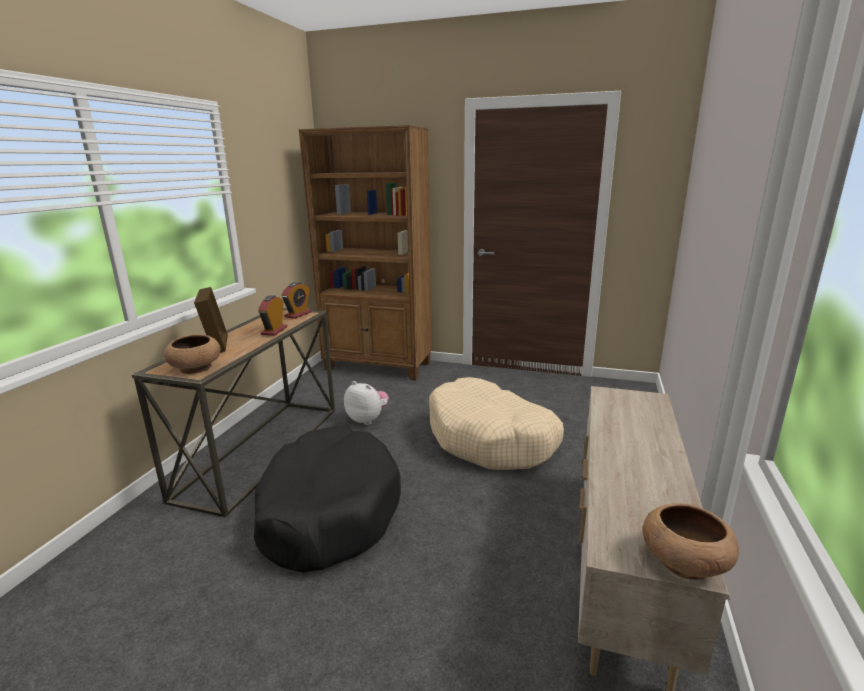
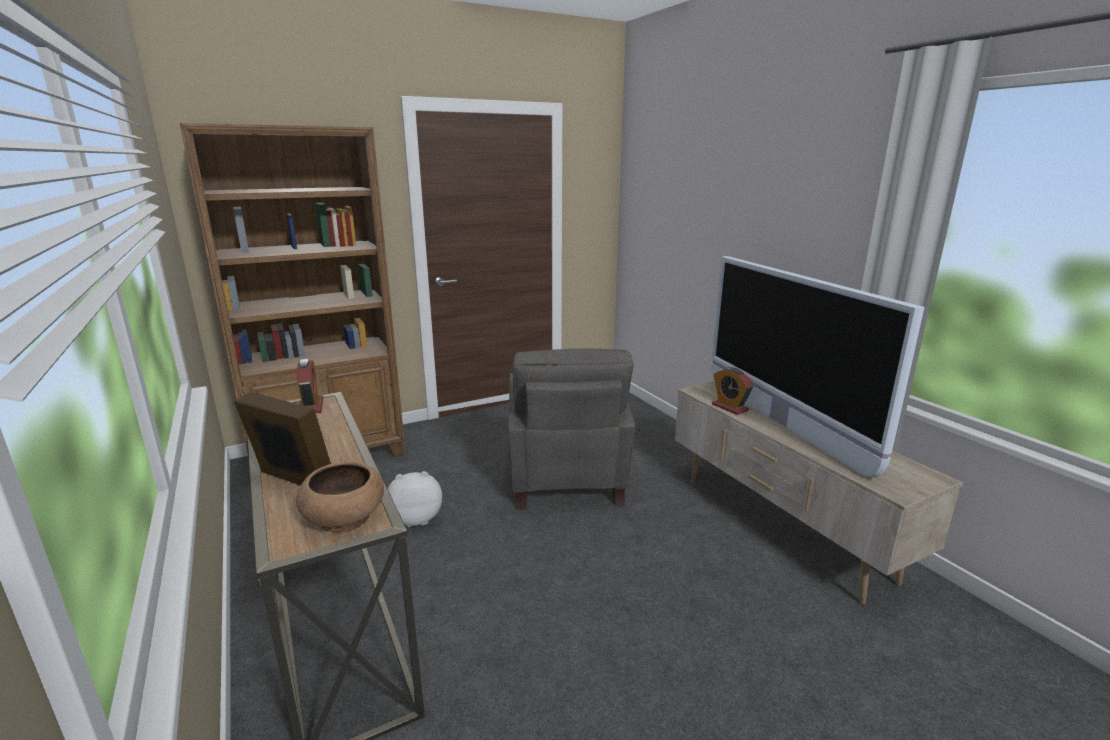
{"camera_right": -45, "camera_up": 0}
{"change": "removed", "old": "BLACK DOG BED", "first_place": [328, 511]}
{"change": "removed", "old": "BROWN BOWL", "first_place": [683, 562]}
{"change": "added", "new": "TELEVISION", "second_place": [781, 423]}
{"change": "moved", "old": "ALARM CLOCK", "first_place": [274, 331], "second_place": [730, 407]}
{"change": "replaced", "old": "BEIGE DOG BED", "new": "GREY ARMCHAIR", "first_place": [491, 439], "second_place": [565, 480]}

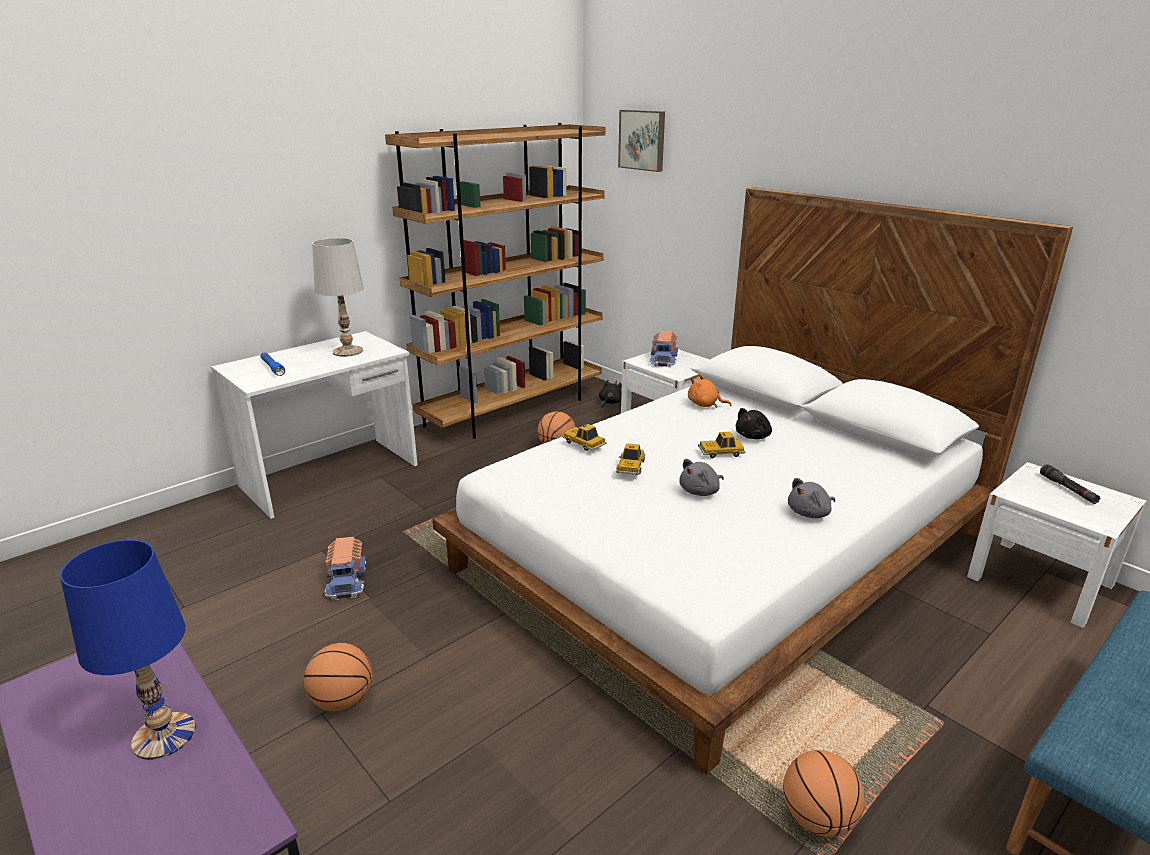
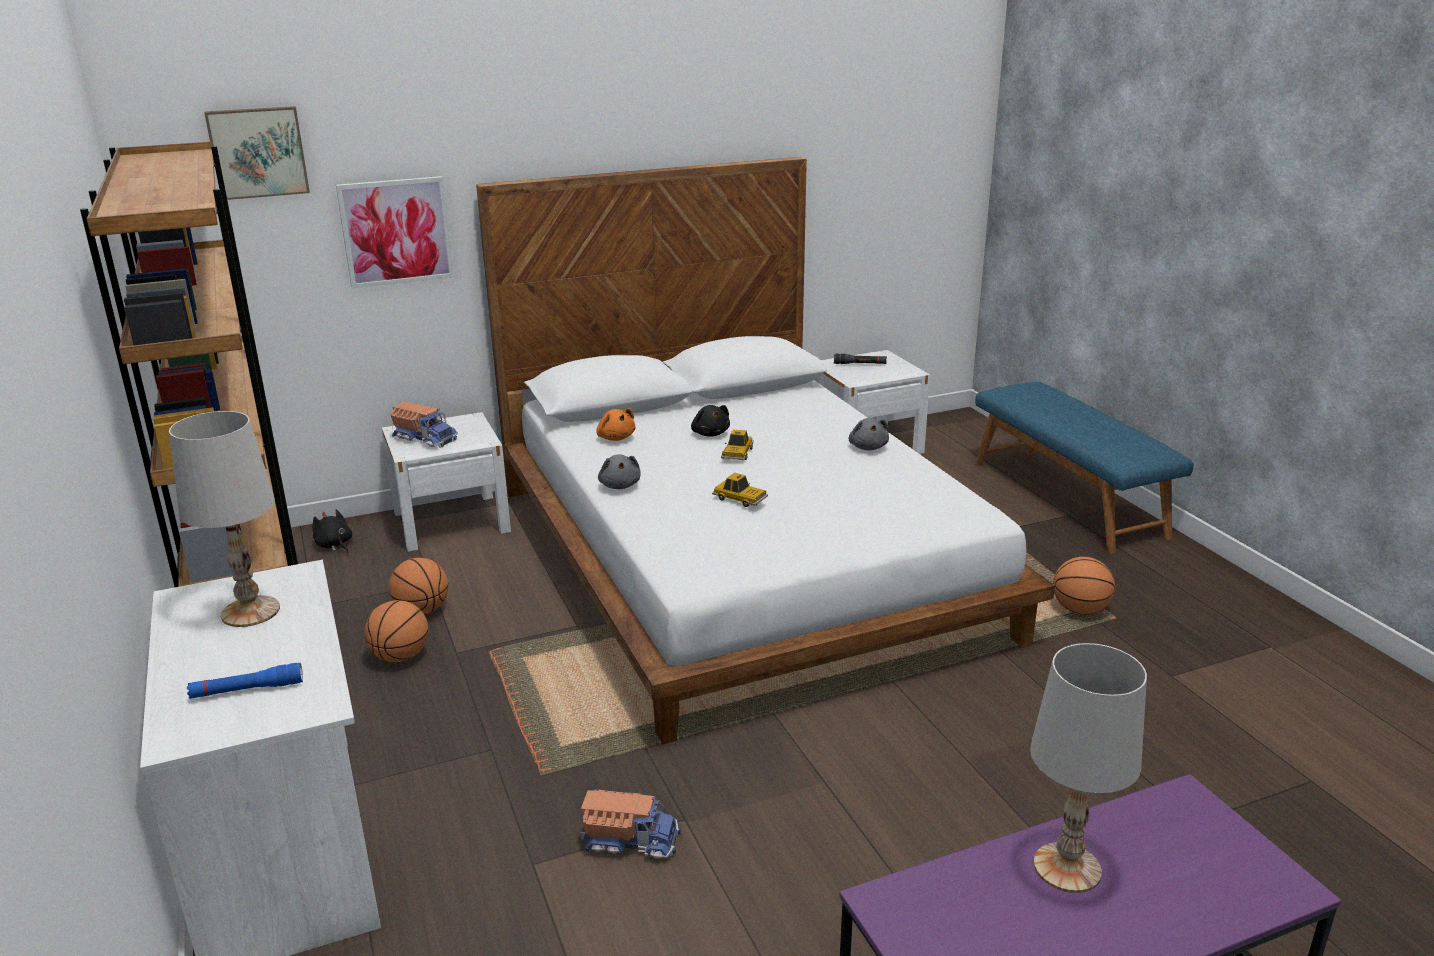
{"camera_right": -70, "camera_up": 0}
{"change": "removed", "old": "TOY CAR", "first_place": [584, 443]}
{"change": "added", "new": "PICTURE", "second_place": [396, 231]}
{"change": "moved", "old": "BASKETBALL", "first_place": [342, 701], "second_place": [400, 657]}
{"change": "moved", "old": "GREY PLUSH TOY", "first_place": [701, 491], "second_place": [620, 485]}
{"change": "recoloured", "old": "BLUE TABLE LAMP", "new": "WHITE TABLE LAMP", "first_place": [164, 736], "second_place": [1068, 868]}
{"change": "turned", "old": "ORANGE PLUSH TOY", "first_place": [705, 405], "second_place": [615, 437], "degrees": -75}

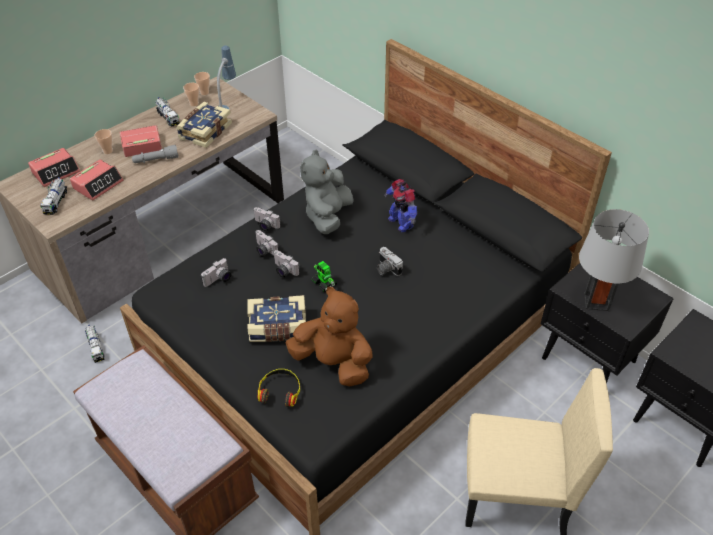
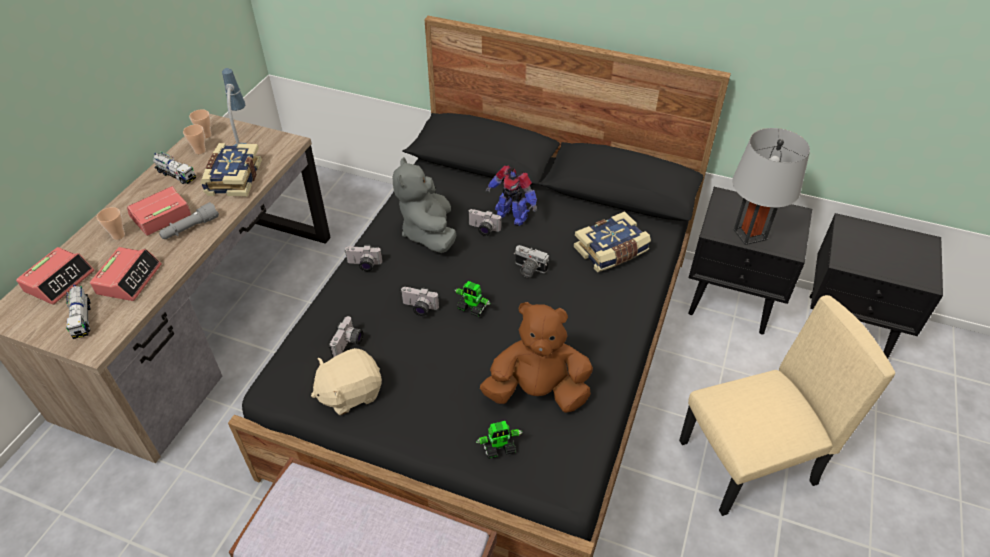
{"camera_right": -25, "camera_up": 0}
{"change": "removed", "old": "TOY TRUCK", "first_place": [96, 348]}
{"change": "added", "new": "BEIGE PLUSH TOY", "second_place": [350, 393]}
{"change": "moved", "old": "BOOK", "first_place": [278, 327], "second_place": [611, 252]}
{"change": "moved", "old": "PHOTO CAMERA", "first_place": [264, 250], "second_place": [483, 229]}
{"change": "replaced", "old": "HEADPHONES", "new": "TOY ROBOT", "first_place": [280, 391], "second_place": [499, 447]}

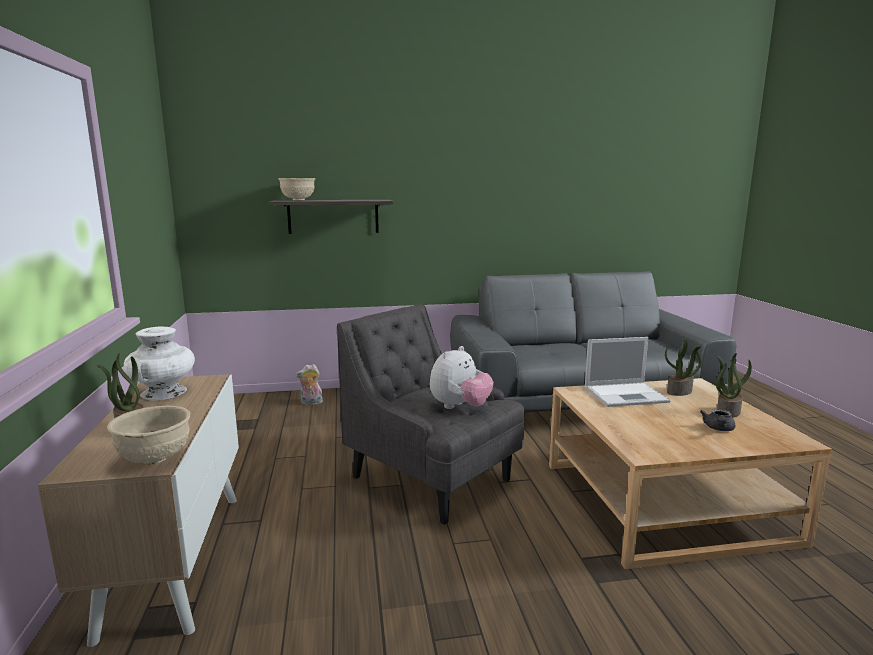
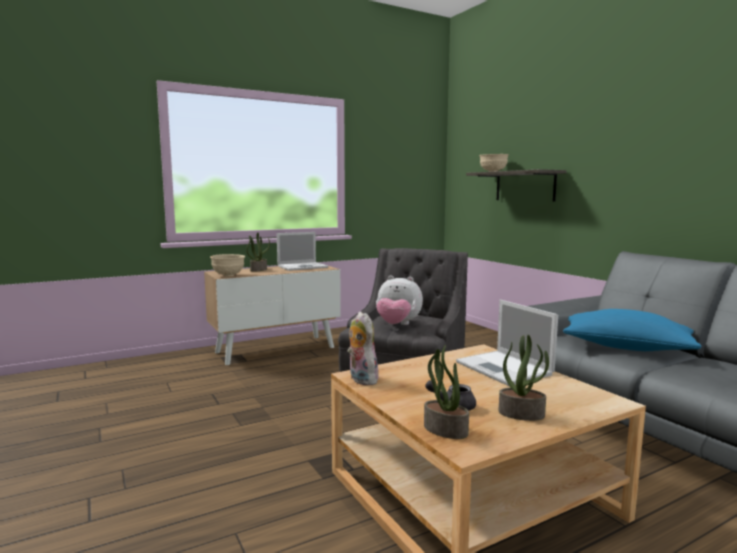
{"camera_right": 70, "camera_up": -5}
{"change": "added", "new": "BLUE PILLOW", "second_place": [626, 348]}
{"change": "moved", "old": "PLUSH TOY", "first_place": [311, 403], "second_place": [360, 379]}
{"change": "moved", "old": "POTTED PLANT", "first_place": [679, 392], "second_place": [444, 430]}
{"change": "replaced", "old": "WHITE VASE", "new": "LAPTOP", "first_place": [164, 392], "second_place": [303, 266]}

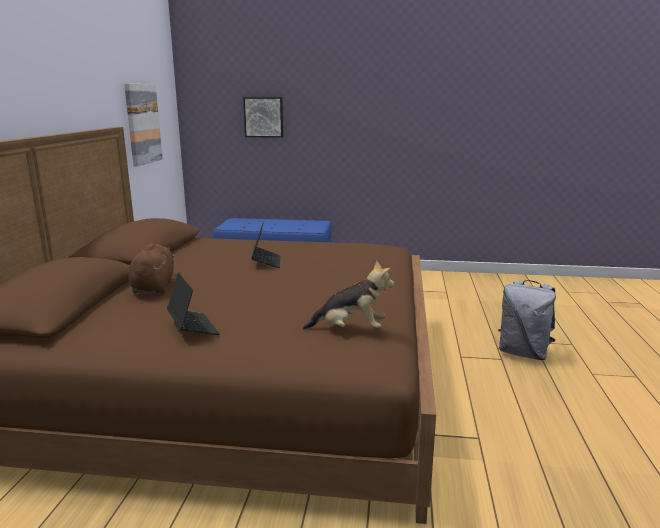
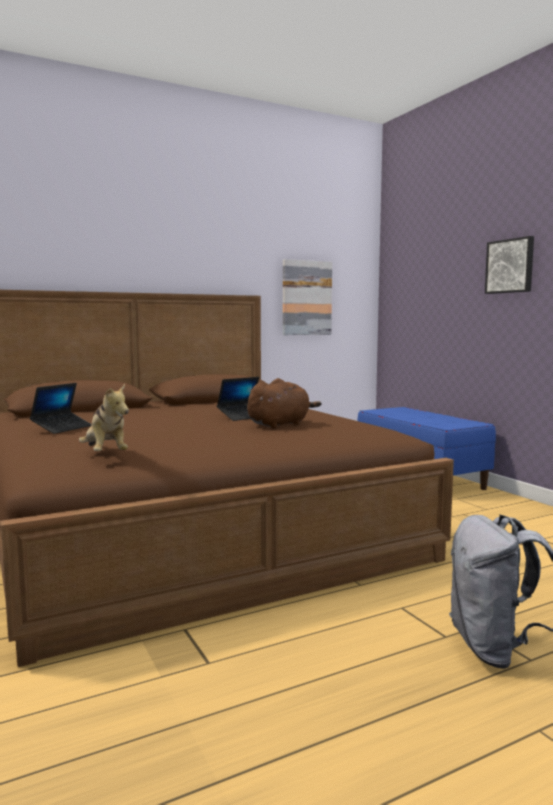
{"camera_right": 55, "camera_up": -10}
{"change": "moved", "old": "BROWN PLUSH TOY", "first_place": [154, 287], "second_place": [280, 424]}
{"change": "moved", "old": "PICTURE", "first_place": [264, 117], "second_place": [510, 266]}

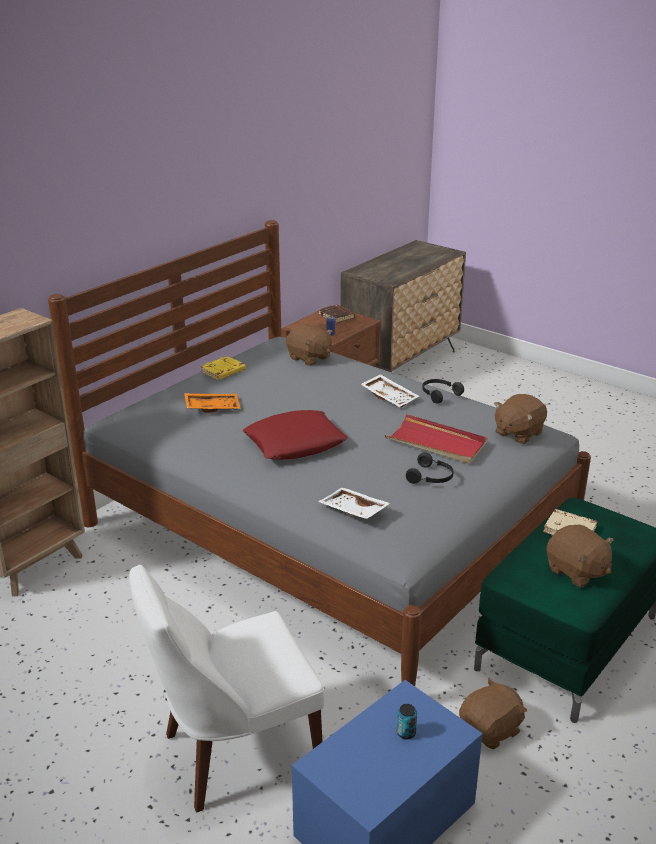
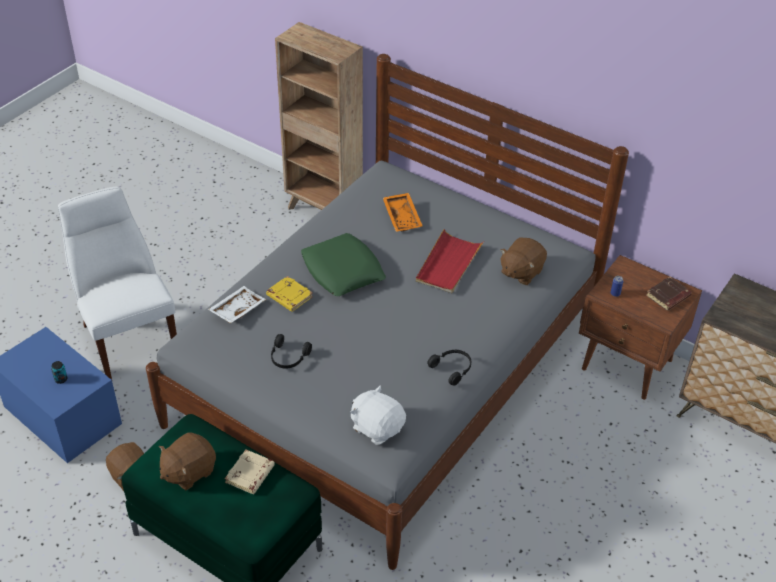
{"camera_right": 85, "camera_up": 15}
{"change": "removed", "old": "WHITE TRAY", "first_place": [390, 397]}
{"change": "moved", "old": "YELLOW BOOK", "first_place": [223, 371], "second_place": [288, 296]}
{"change": "moved", "old": "RED TRAY", "first_place": [436, 443], "second_place": [448, 264]}
{"change": "recoloured", "old": "RED PILLOW", "new": "GREEN PILLOW", "first_place": [295, 443], "second_place": [343, 271]}
{"change": "recoloured", "old": "BROWN PLUSH TOY", "new": "WHITE PLUSH TOY", "first_place": [518, 433], "second_place": [377, 427]}

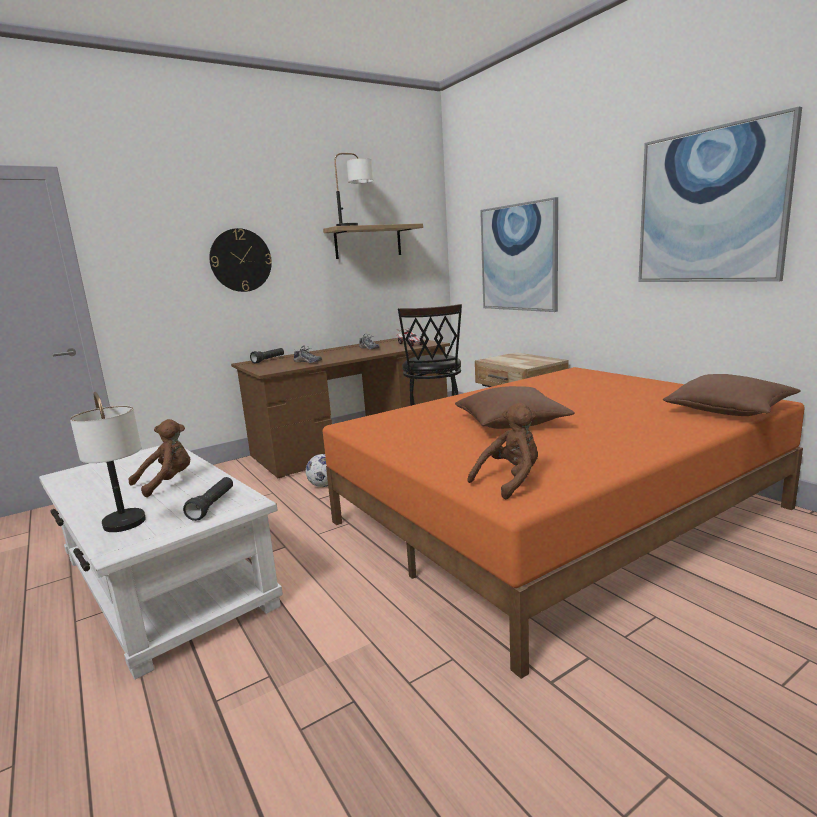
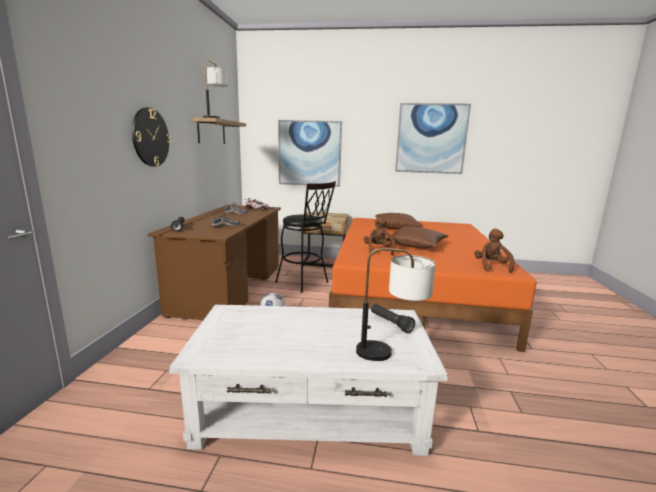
{"camera_right": -50, "camera_up": 0}
{"change": "moved", "old": "BROWN PLUSH TOY", "first_place": [167, 482], "second_place": [378, 250]}
{"change": "moved", "old": "BROWN PILLOW", "first_place": [729, 410], "second_place": [396, 228]}

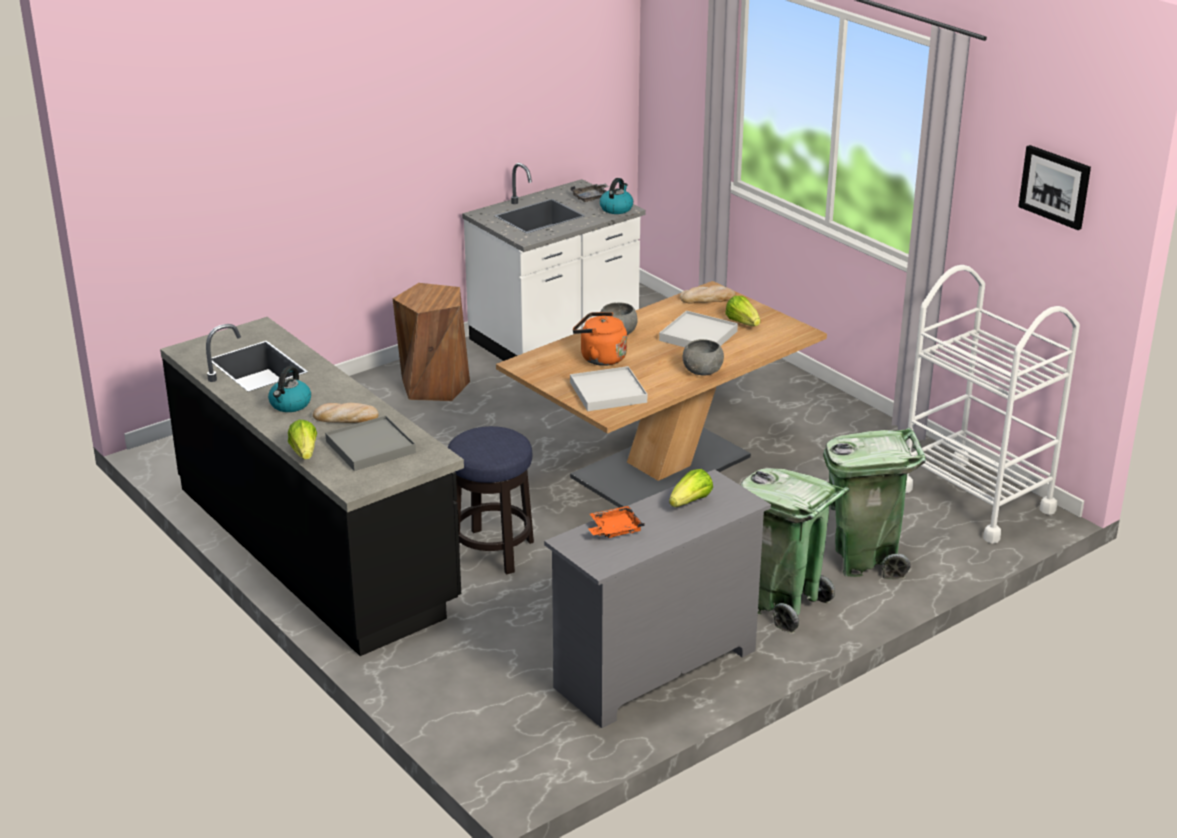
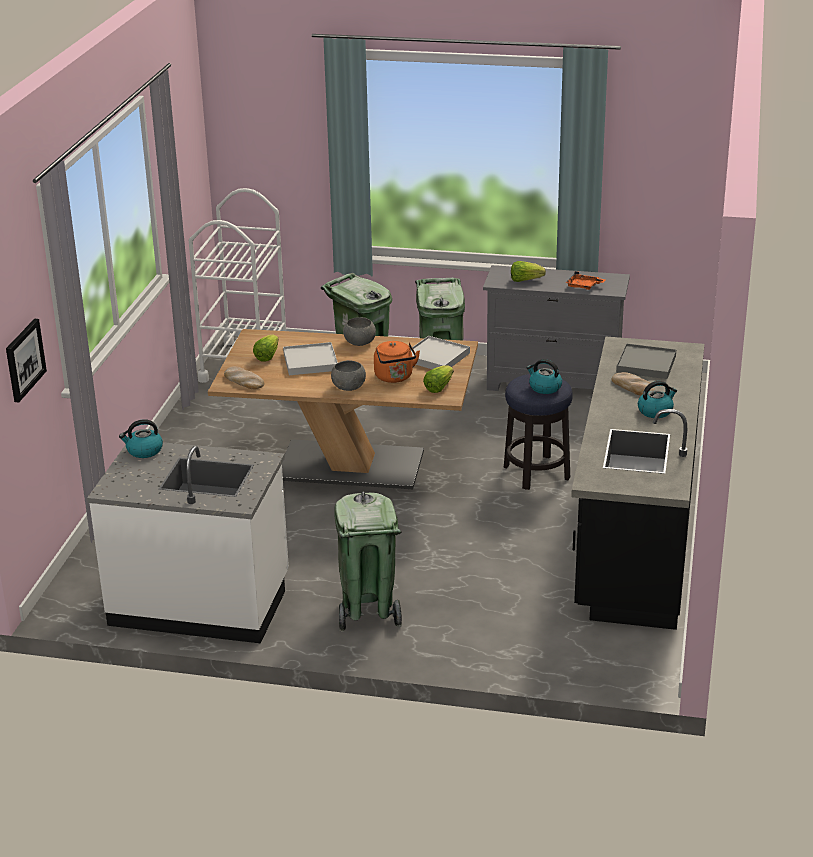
{"camera_right": -130, "camera_up": 0}
{"change": "removed", "old": "GREY TRAY", "first_place": [591, 198]}
{"change": "added", "new": "KETTLE", "second_place": [544, 388]}
{"change": "moved", "old": "LETTUCE", "first_place": [304, 452], "second_place": [438, 387]}
{"change": "moved", "old": "PICTURE", "first_place": [1055, 186], "second_place": [24, 359]}
{"change": "replaced", "old": "BROWN STOOL", "new": "GREEN TRASH CAN", "first_place": [434, 386], "second_place": [368, 611]}

